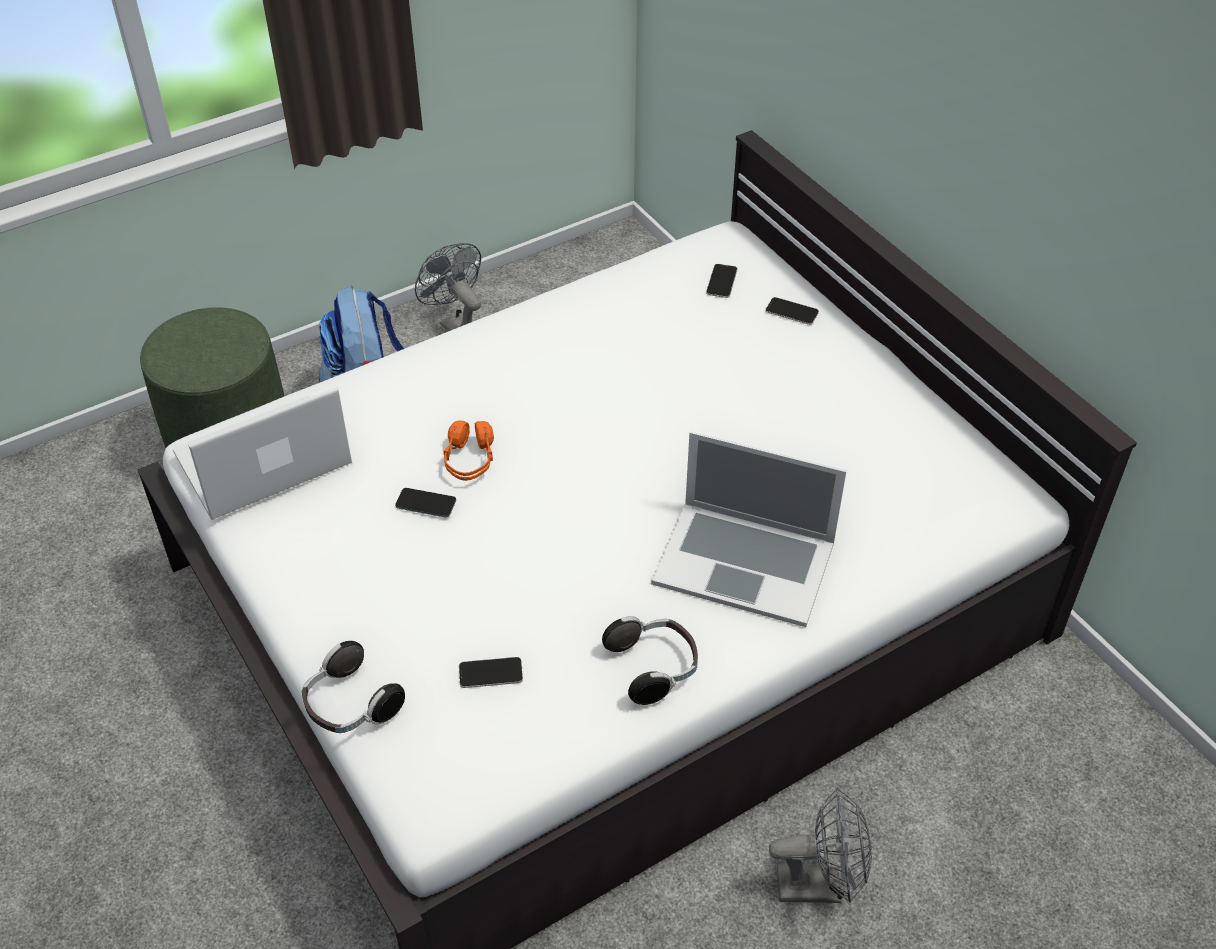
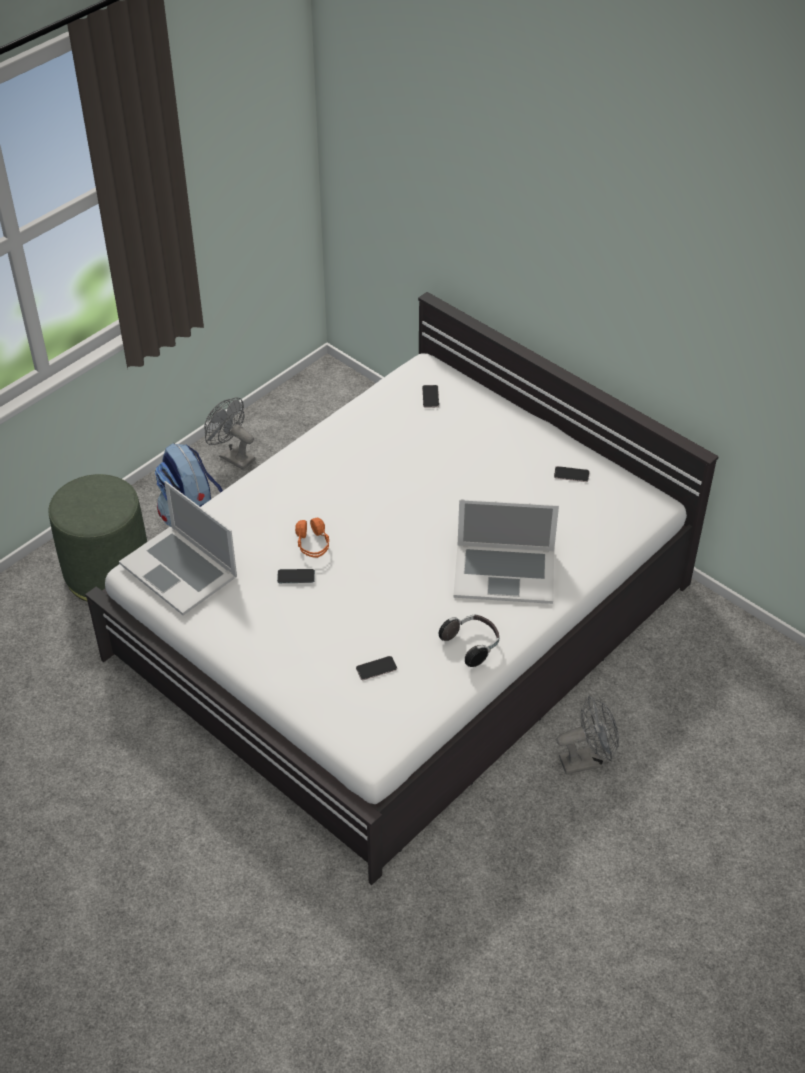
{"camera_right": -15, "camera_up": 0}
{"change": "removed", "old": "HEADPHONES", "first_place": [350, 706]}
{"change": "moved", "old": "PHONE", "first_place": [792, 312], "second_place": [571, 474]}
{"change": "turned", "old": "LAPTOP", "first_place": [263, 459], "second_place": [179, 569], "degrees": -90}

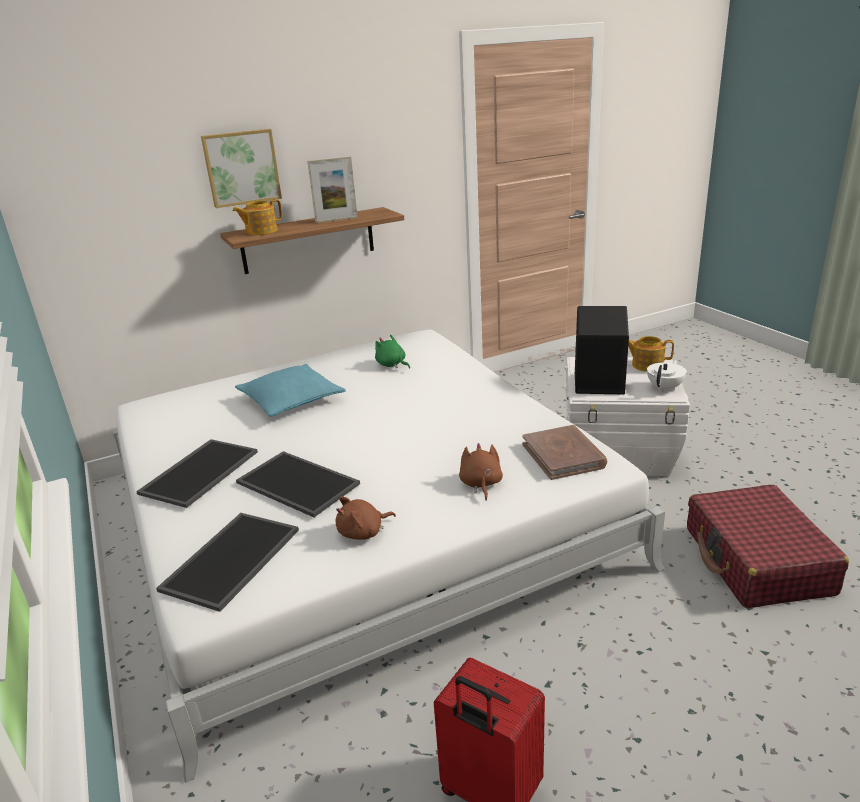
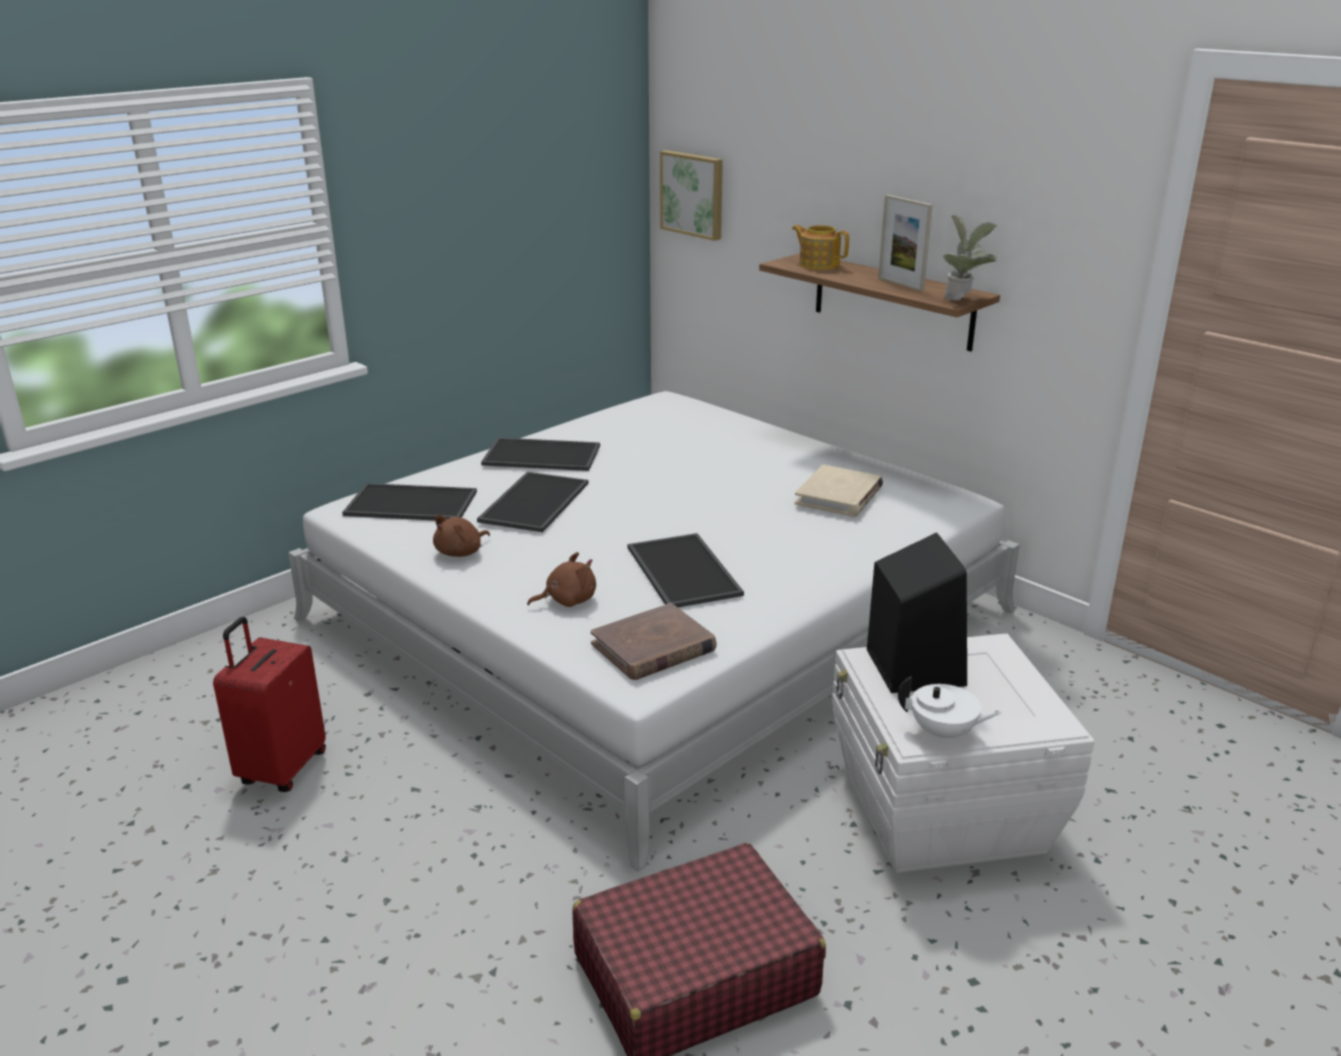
{"camera_right": 70, "camera_up": 0}
{"change": "removed", "old": "TURQUOISE PILLOW", "first_place": [291, 400]}
{"change": "removed", "old": "TEAPOT", "first_place": [646, 365]}
{"change": "added", "new": "TRAY", "second_place": [680, 570]}
{"change": "added", "new": "POTTED PLANT", "second_place": [963, 299]}
{"change": "moved", "old": "PICTURE", "first_place": [241, 167], "second_place": [693, 194]}
{"change": "replaced", "old": "GREEN PLUSH TOY", "new": "BEIGE BOOK", "first_place": [392, 365], "second_place": [839, 495]}
{"change": "turned", "old": "BROWN PLUSH TOY", "first_place": [363, 532], "second_place": [461, 552], "degrees": -90}

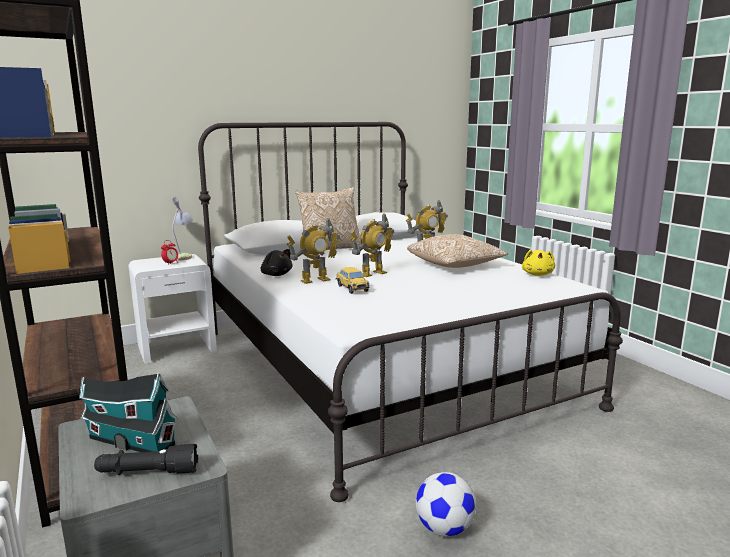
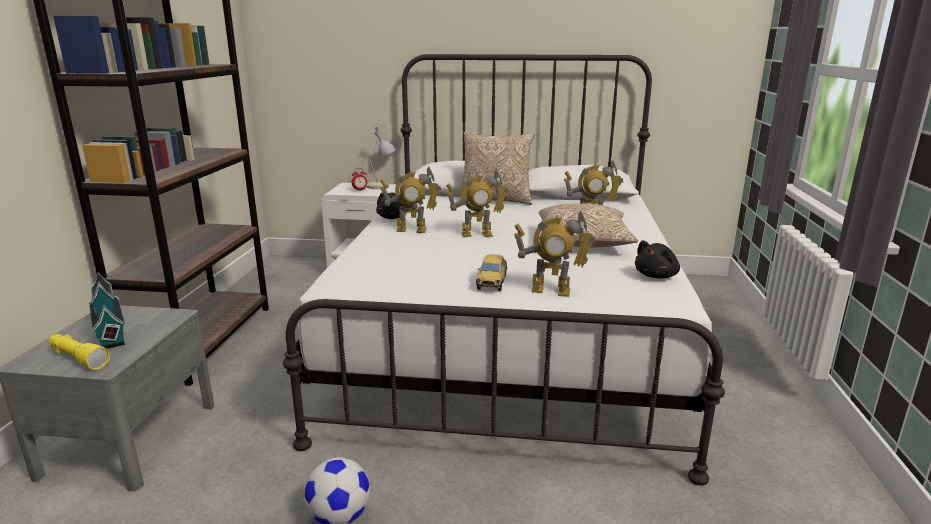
{"camera_right": 35, "camera_up": 5}
{"change": "added", "new": "TOY ROBOT", "second_place": [551, 291]}
{"change": "moved", "old": "TOY CAR", "first_place": [352, 288], "second_place": [492, 282]}
{"change": "recoloured", "old": "BLACK FLASHLIGHT", "new": "YELLOW FLASHLIGHT", "first_place": [147, 472], "second_place": [78, 358]}
{"change": "recoloured", "old": "YELLOW PLUSH TOY", "new": "BLACK PLUSH TOY", "first_place": [537, 274], "second_place": [657, 276]}

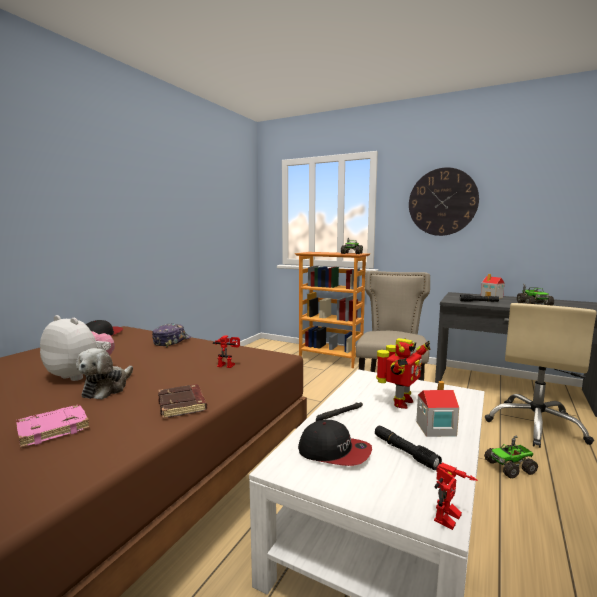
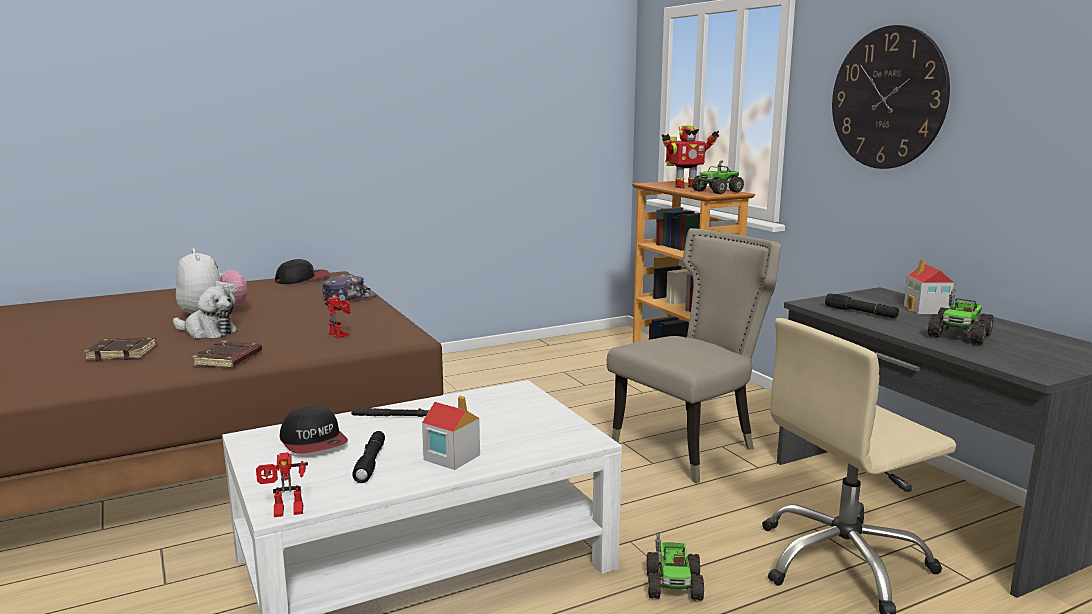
{"camera_right": 35, "camera_up": 5}
{"change": "moved", "old": "TOY ROBOT", "first_place": [400, 403], "second_place": [684, 187]}
{"change": "recoloured", "old": "PINK BOOK", "new": "BROWN BOOK", "first_place": [54, 429], "second_place": [123, 353]}
{"change": "turned", "old": "PLUSH TOY", "first_place": [107, 388], "second_place": [208, 332], "degrees": -120}
{"change": "turned", "old": "TOY TRUCK", "first_place": [510, 467], "second_place": [674, 585], "degrees": -105}

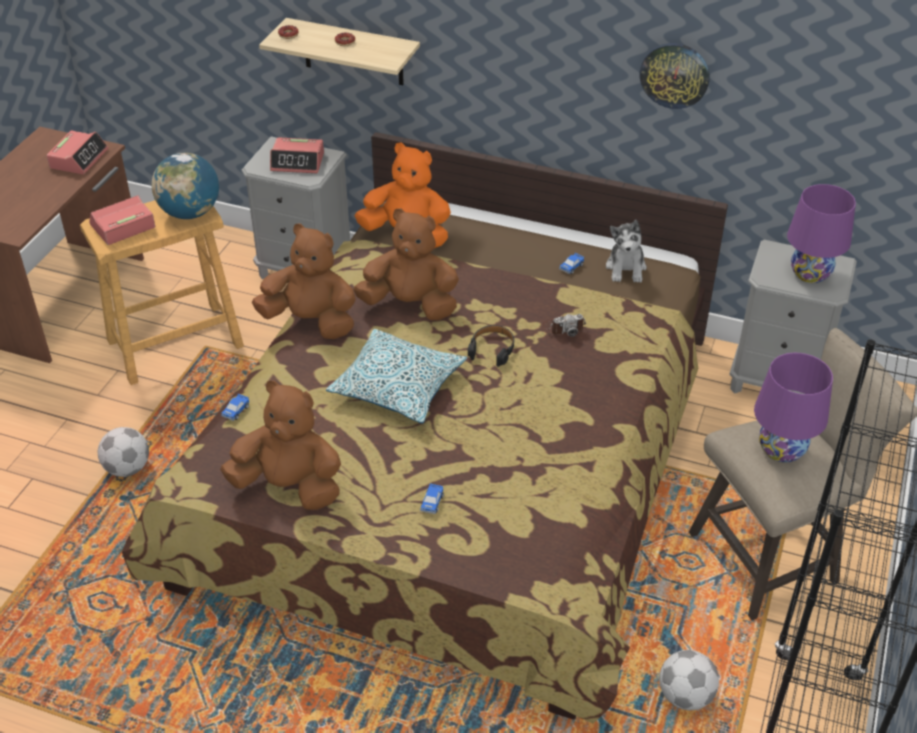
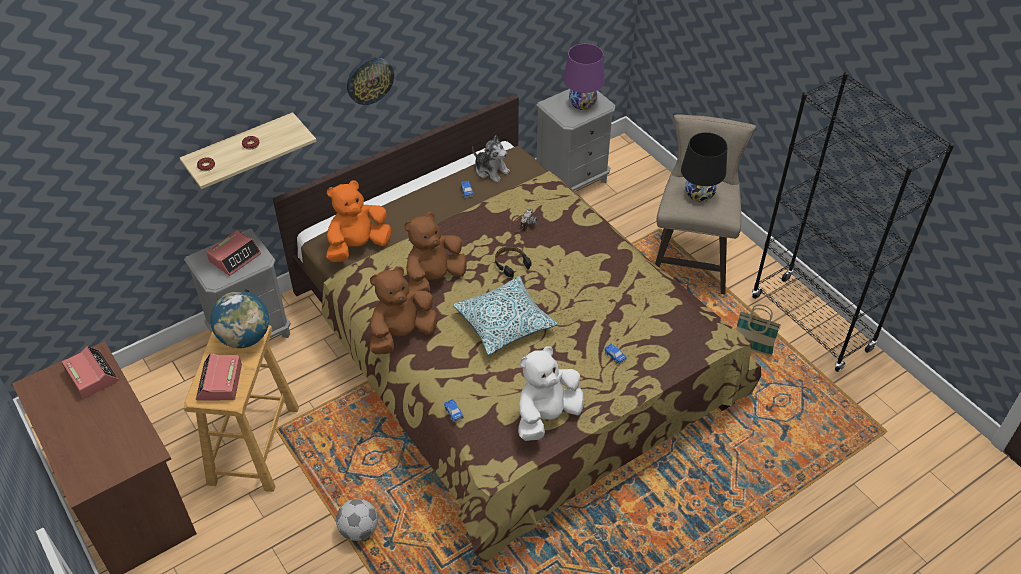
{"camera_right": -55, "camera_up": 5}
{"change": "moved", "old": "WALL CLOCK", "first_place": [674, 75], "second_place": [369, 80]}
{"change": "replaced", "old": "FOOTBALL", "new": "BASKET", "first_place": [685, 696], "second_place": [751, 349]}
{"change": "recoloured", "old": "BROWN PLUSH TOY", "new": "WHITE PLUSH TOY", "first_place": [289, 486], "second_place": [546, 416]}
{"change": "recoloured", "old": "PURPLE TABLE LAMP", "new": "BLACK TABLE LAMP", "first_place": [781, 449], "second_place": [699, 194]}

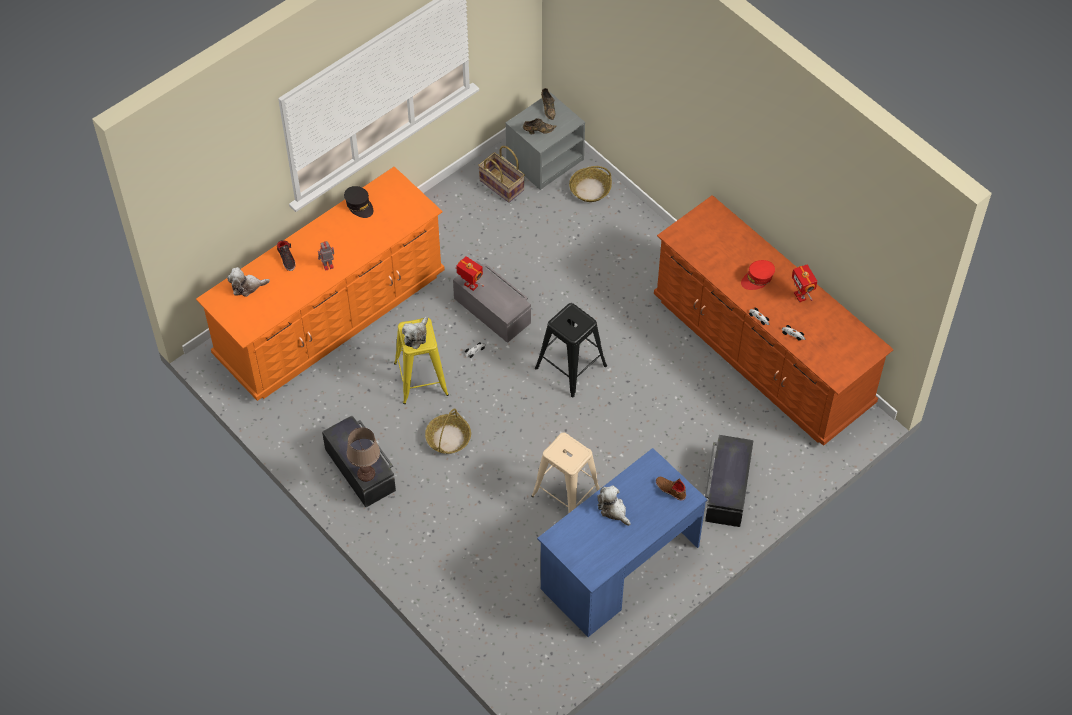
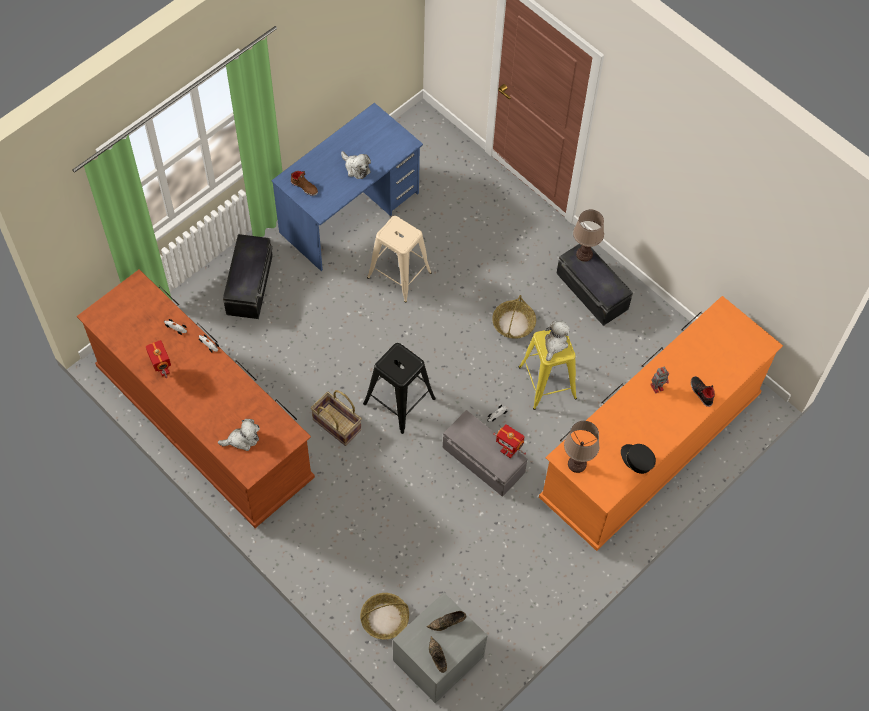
{"camera_right": 175, "camera_up": 5}
{"change": "removed", "old": "RED CAP", "first_place": [757, 278]}
{"change": "added", "new": "BROWN TABLE LAMP", "second_place": [577, 464]}
{"change": "moved", "old": "PLUSH TOY", "first_place": [247, 286], "second_place": [242, 439]}
{"change": "moved", "old": "BASKET", "first_place": [502, 185], "second_place": [336, 425]}

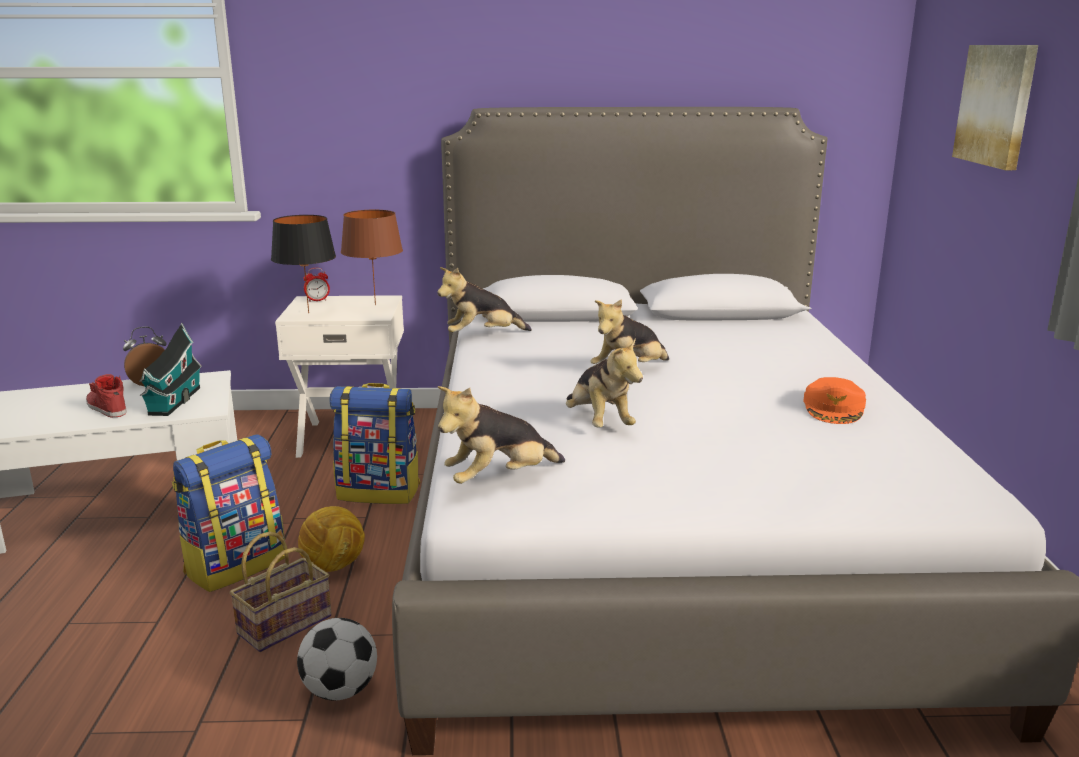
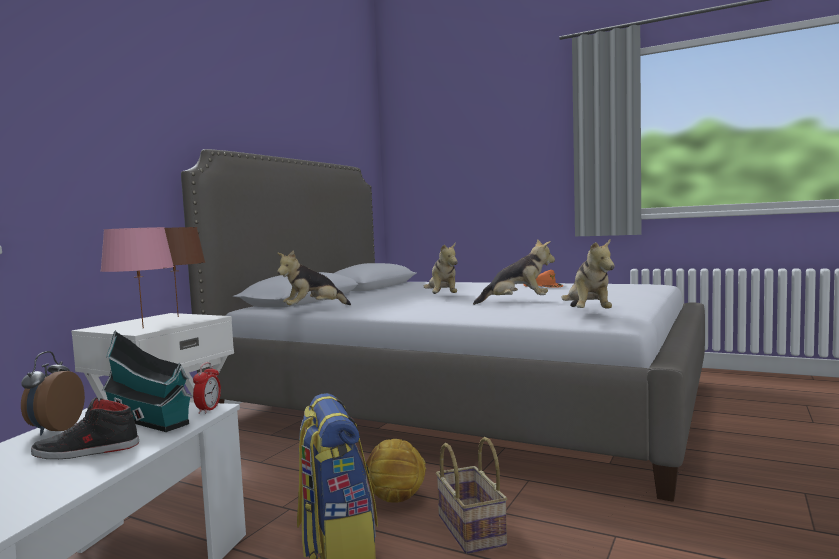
{"camera_right": -60, "camera_up": -15}
{"change": "removed", "old": "FOOTBALL", "first_place": [341, 690]}
{"change": "removed", "old": "BACKPACK", "first_place": [379, 492]}
{"change": "removed", "old": "PICTURE", "first_place": [997, 105]}
{"change": "moved", "old": "ALARM CLOCK", "first_place": [317, 300], "second_place": [208, 409]}
{"change": "recoloured", "old": "RED SHOE", "new": "BLACK SHOE", "first_place": [106, 408], "second_place": [86, 451]}
{"change": "recoloured", "old": "BLACK TABLE LAMP", "new": "PINK TABLE LAMP", "first_place": [308, 313], "second_place": [143, 328]}
{"change": "turned", "old": "PLUSH TOY", "first_place": [482, 335], "second_place": [313, 309], "degrees": 45}

